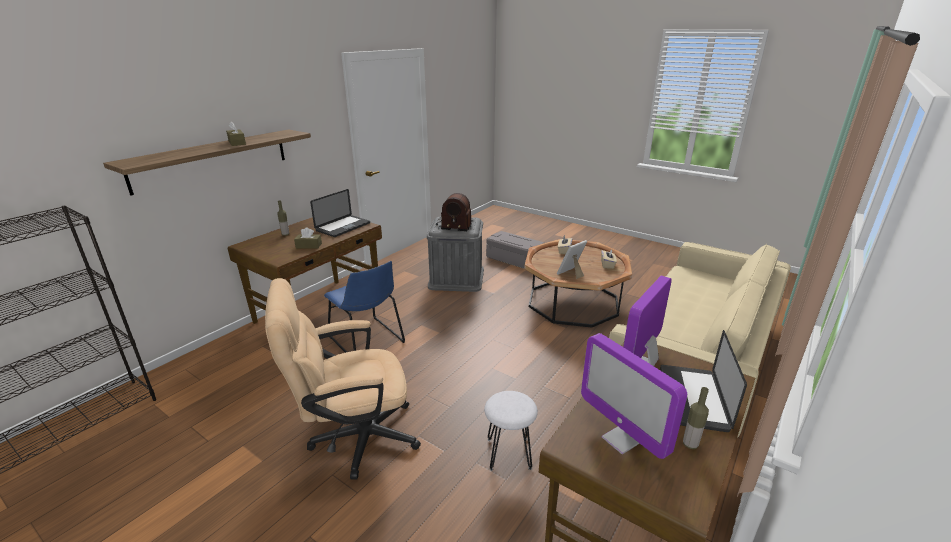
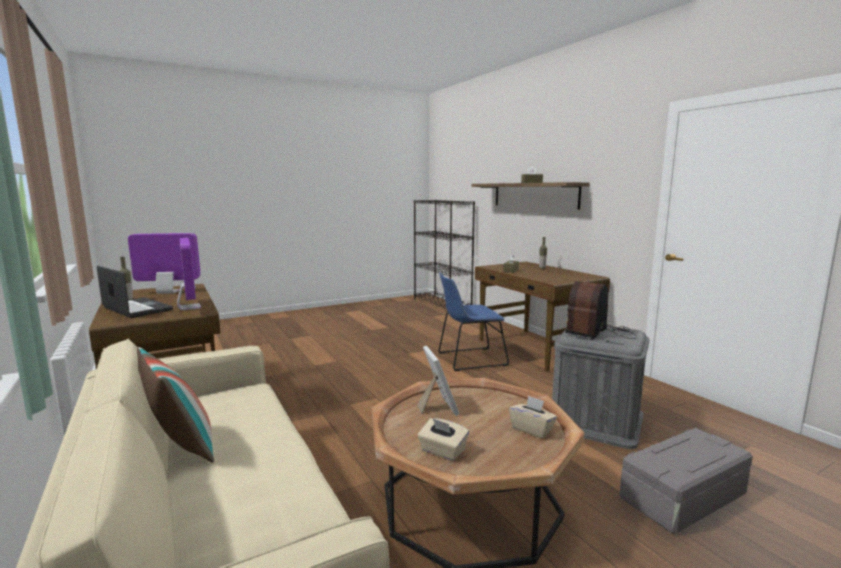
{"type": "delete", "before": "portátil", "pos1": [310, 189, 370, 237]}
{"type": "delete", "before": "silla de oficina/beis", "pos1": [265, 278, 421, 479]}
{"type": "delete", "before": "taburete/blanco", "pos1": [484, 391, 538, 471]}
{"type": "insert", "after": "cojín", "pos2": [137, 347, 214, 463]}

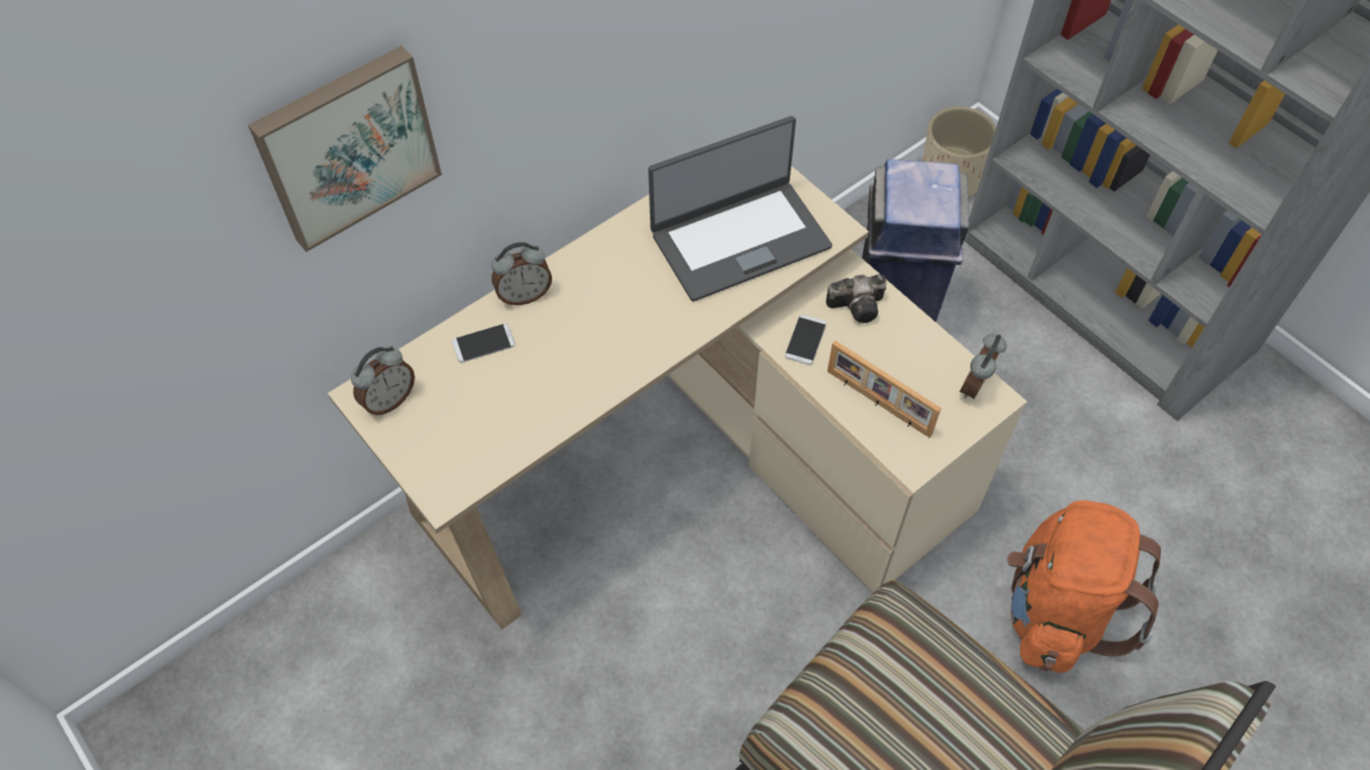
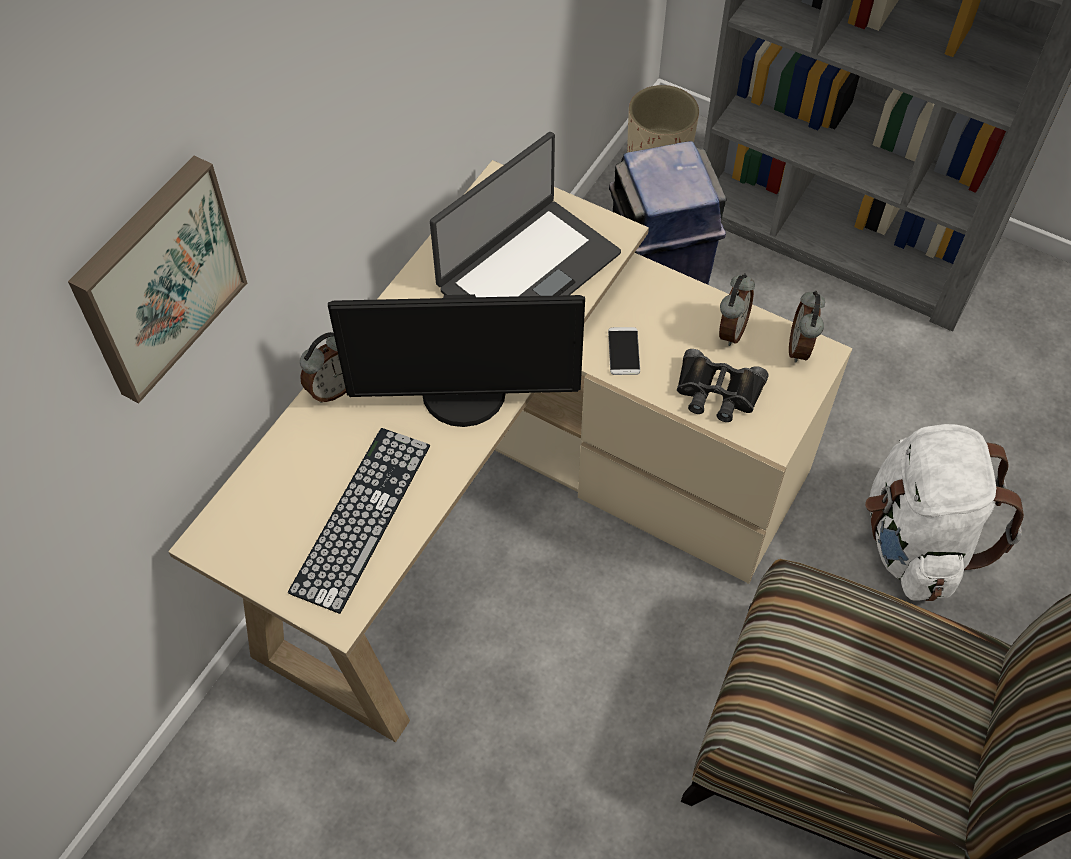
{"type": "delete", "before": "cámara", "pos1": [826, 274, 886, 323]}
{"type": "delete", "before": "móvil", "pos1": [452, 323, 515, 362]}
{"type": "replace", "before": "portarretratos", "after": "prismáticos/negro", "pos1": [827, 340, 941, 438], "pos2": [677, 349, 769, 422]}
{"type": "move", "before": "despertador", "pos1": [351, 346, 415, 415], "pos2": [719, 273, 755, 346]}
{"type": "recolor", "before": "mochila/naranja", "after": "mochila/blanco", "pos1": [1007, 500, 1161, 673], "pos2": [865, 424, 1024, 601]}
{"type": "insert", "after": "monitor", "pos2": [328, 294, 585, 427]}
{"type": "insert", "after": "teclado", "pos2": [288, 428, 430, 614]}

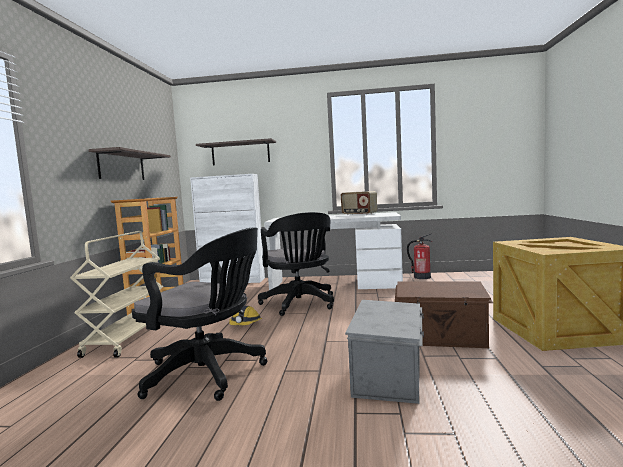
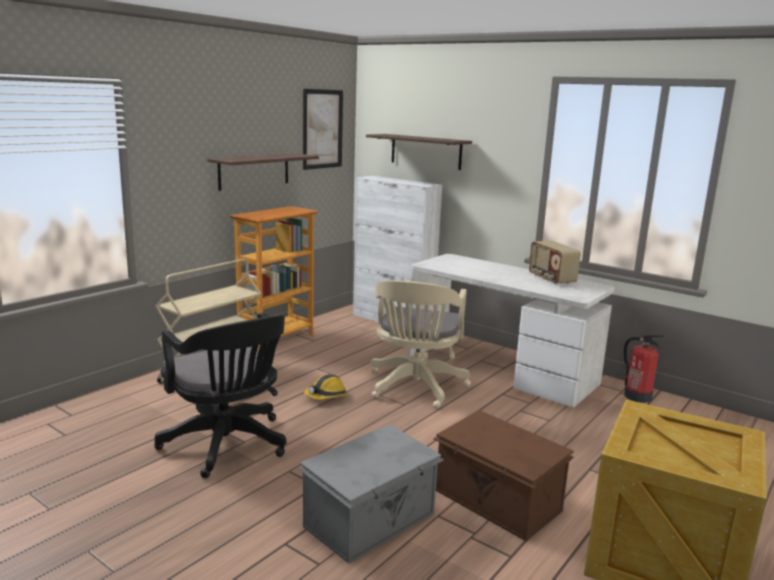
{"type": "recolor", "before": "silla de oficina/negro", "after": "silla de oficina/beis", "pos1": [258, 212, 334, 316], "pos2": [370, 280, 471, 409]}
{"type": "insert", "after": "cuadro", "pos2": [303, 89, 343, 170]}

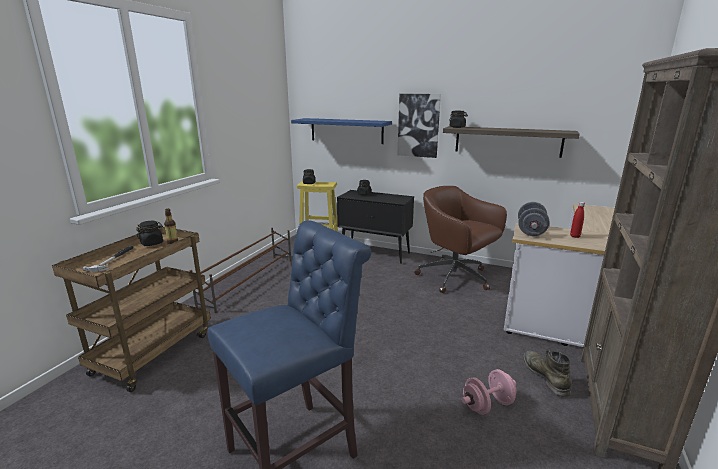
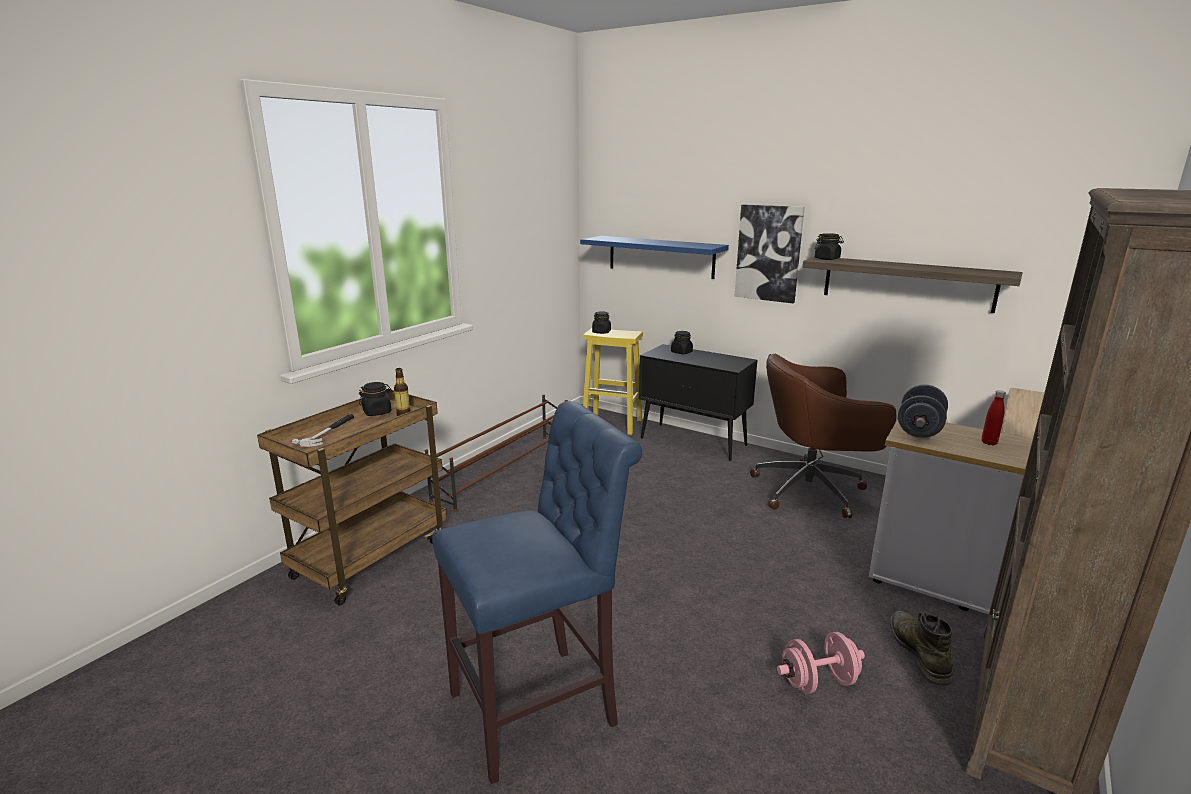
{"type": "rotate", "before": "silla de oficina/marrón", "pos1": [414, 186, 507, 293], "pos2": [750, 354, 896, 518], "turn": -60}

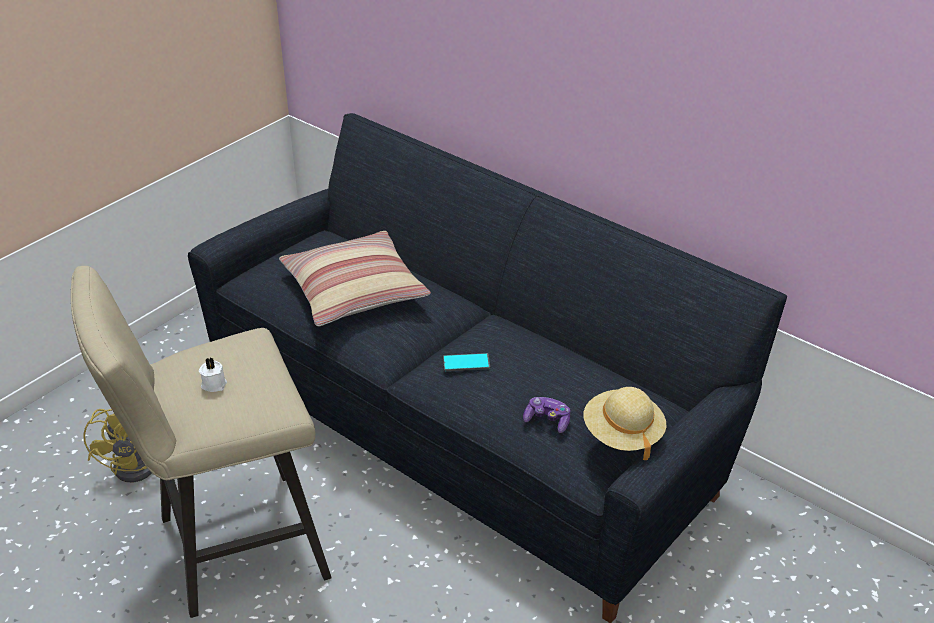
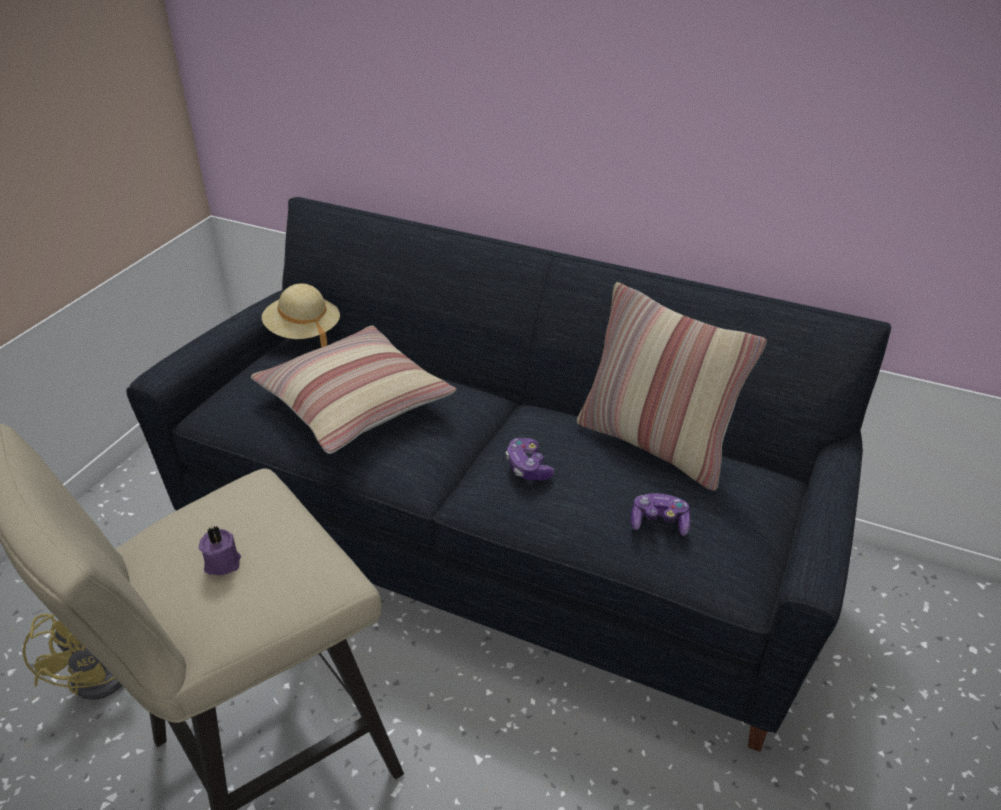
{"type": "replace", "before": "móvil", "after": "mando de consola", "pos1": [443, 353, 490, 371], "pos2": [506, 438, 554, 480]}
{"type": "recolor", "before": "vela/blanco", "after": "vela/morado", "pos1": [199, 357, 227, 392], "pos2": [199, 526, 241, 575]}
{"type": "move", "before": "sombrero/beis", "pos1": [583, 387, 667, 460], "pos2": [262, 283, 340, 348]}
{"type": "insert", "after": "cojín", "pos2": [577, 282, 767, 491]}

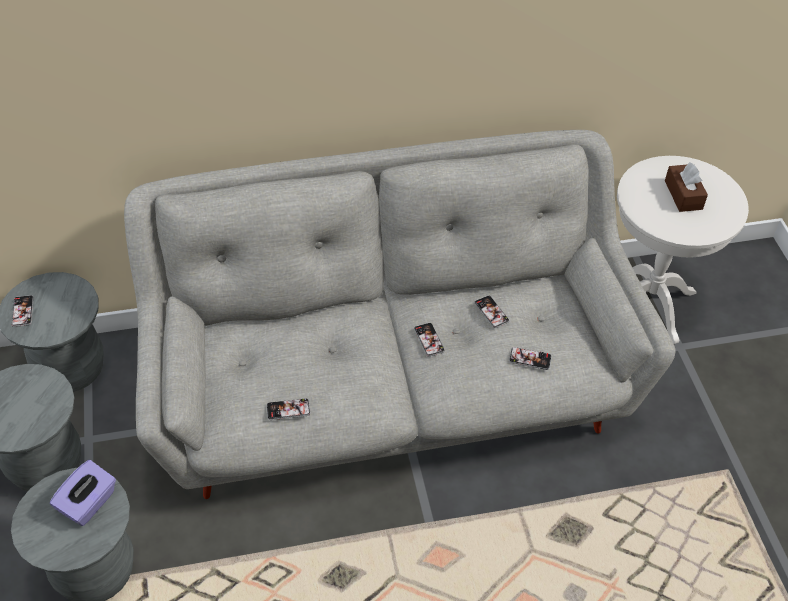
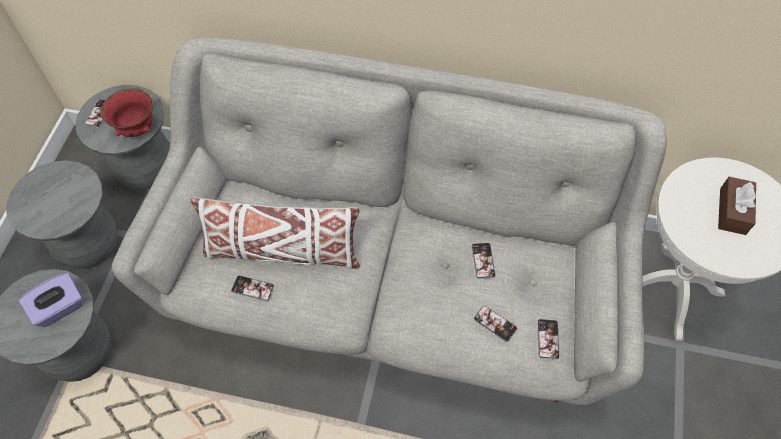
{"type": "move", "before": "móvil", "pos1": [414, 323, 445, 357], "pos2": [537, 319, 559, 360]}
{"type": "insert", "after": "cuenco/rojo", "pos2": [101, 88, 154, 137]}
{"type": "insert", "after": "cojín/blanco", "pos2": [191, 197, 360, 269]}

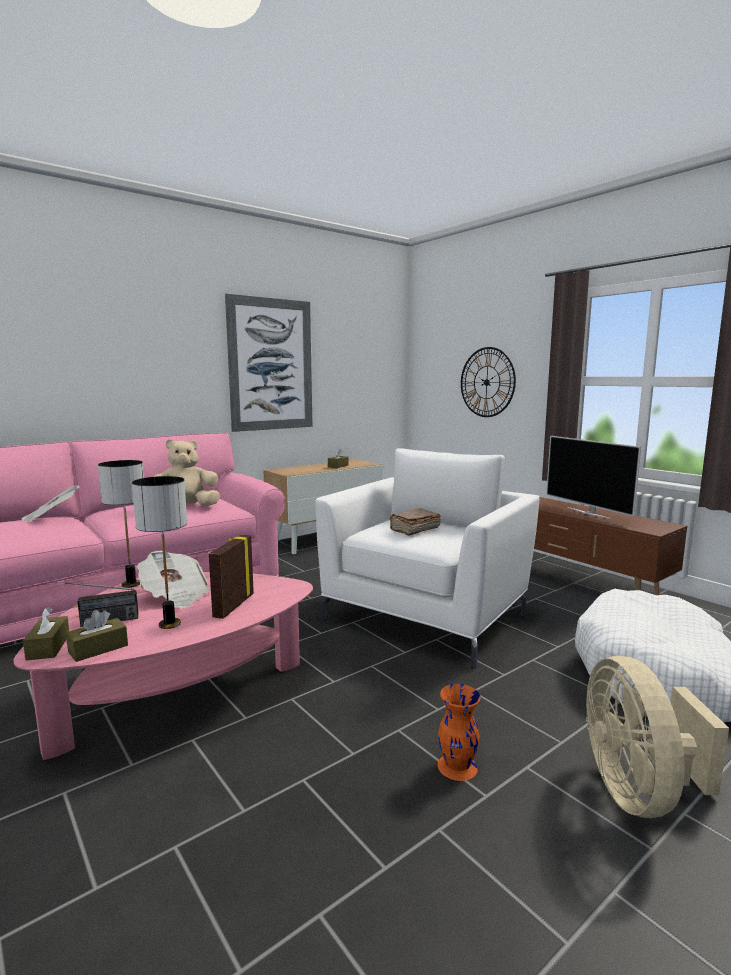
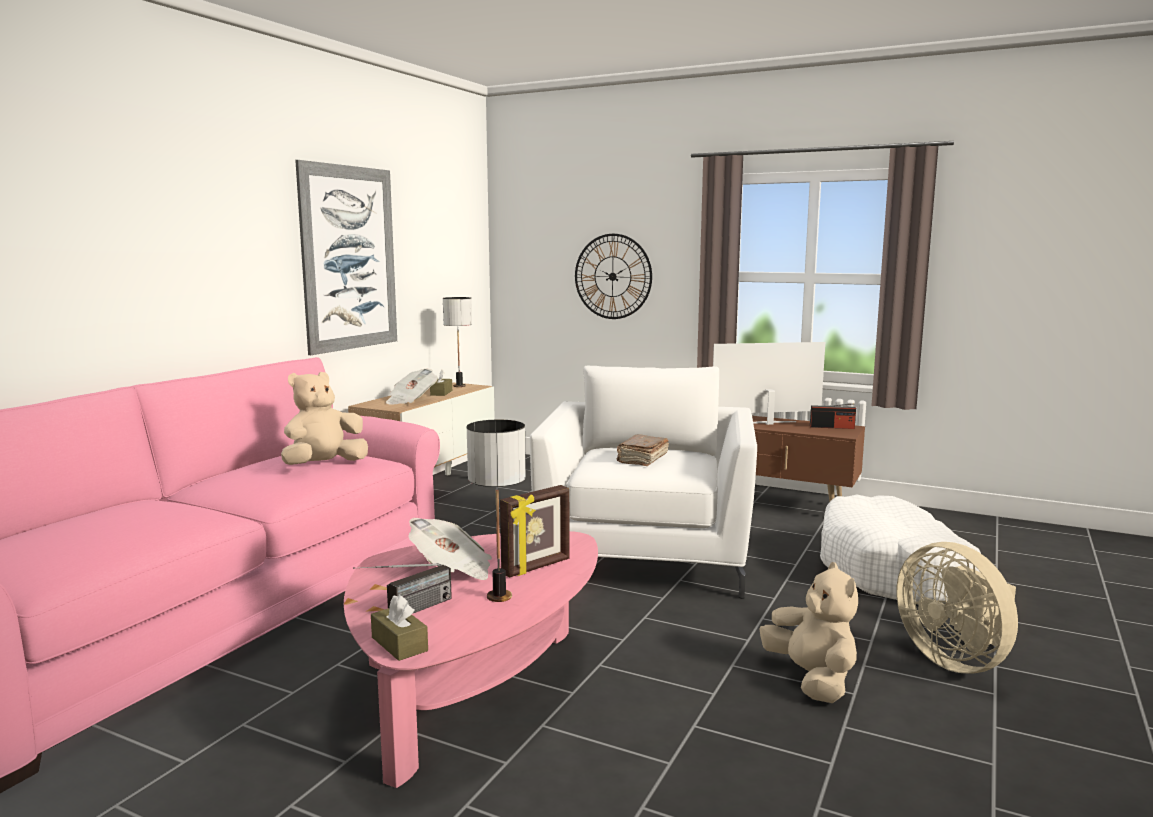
{"type": "rotate", "before": "televisor", "pos1": [546, 436, 641, 519], "pos2": [713, 342, 825, 425], "turn": 135}
{"type": "move", "before": "lámpara de mesa", "pos1": [98, 460, 144, 588], "pos2": [443, 297, 472, 387]}
{"type": "move", "before": "periódico", "pos1": [21, 485, 80, 522], "pos2": [386, 368, 438, 405]}
{"type": "rotate", "before": "portarretratos", "pos1": [209, 535, 254, 619], "pos2": [500, 485, 569, 577], "turn": -120}
{"type": "delete", "before": "caja de pañuelos/marrón", "pos1": [66, 610, 128, 662]}
{"type": "replace", "before": "florero/naranja", "after": "peluche/beis", "pos1": [438, 684, 481, 781], "pos2": [759, 562, 858, 703]}
{"type": "insert", "after": "radio", "pos2": [810, 403, 856, 429]}

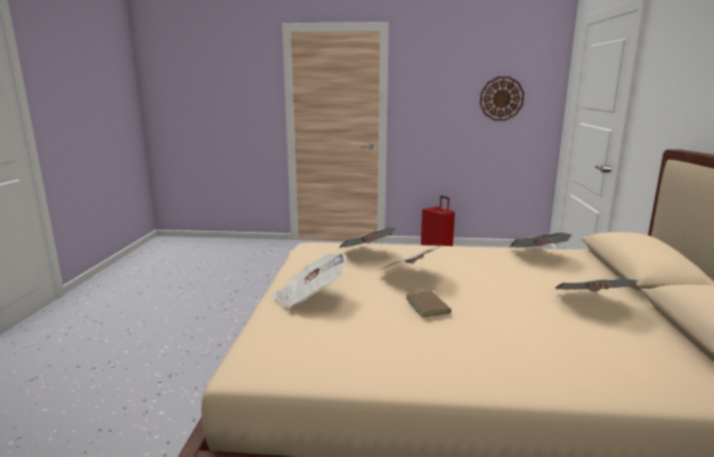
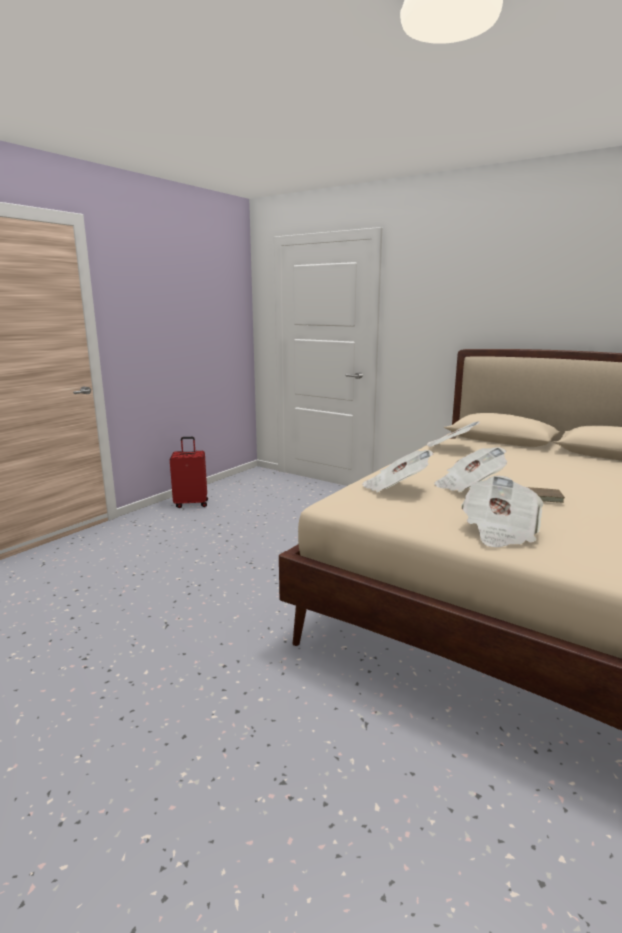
{"type": "delete", "before": "reloj de pared", "pos1": [480, 77, 524, 121]}
{"type": "delete", "before": "periódico", "pos1": [554, 279, 638, 292]}

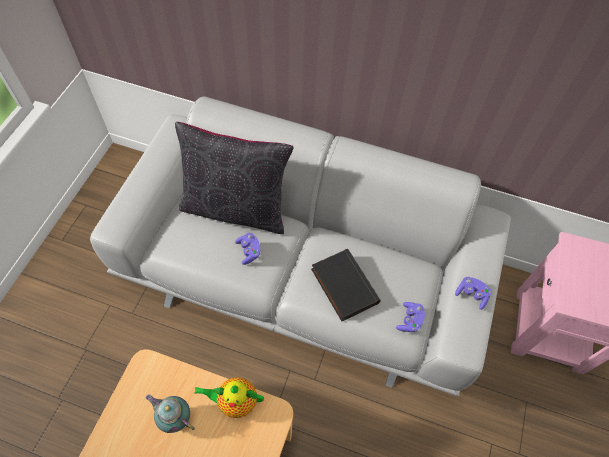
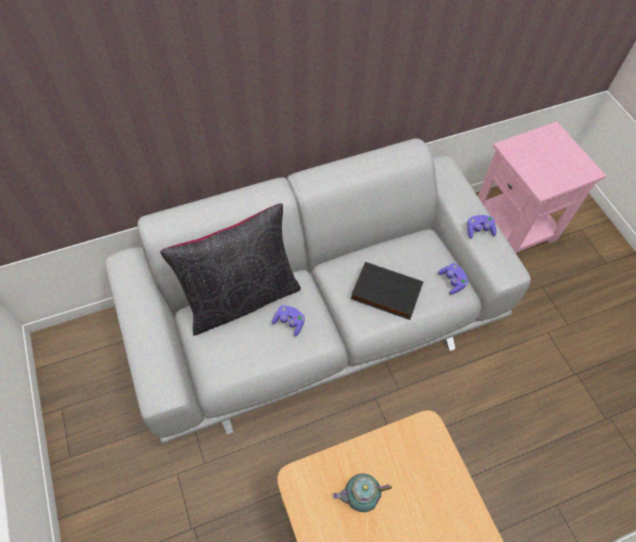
{"type": "delete", "before": "tetera", "pos1": [195, 377, 264, 418]}

